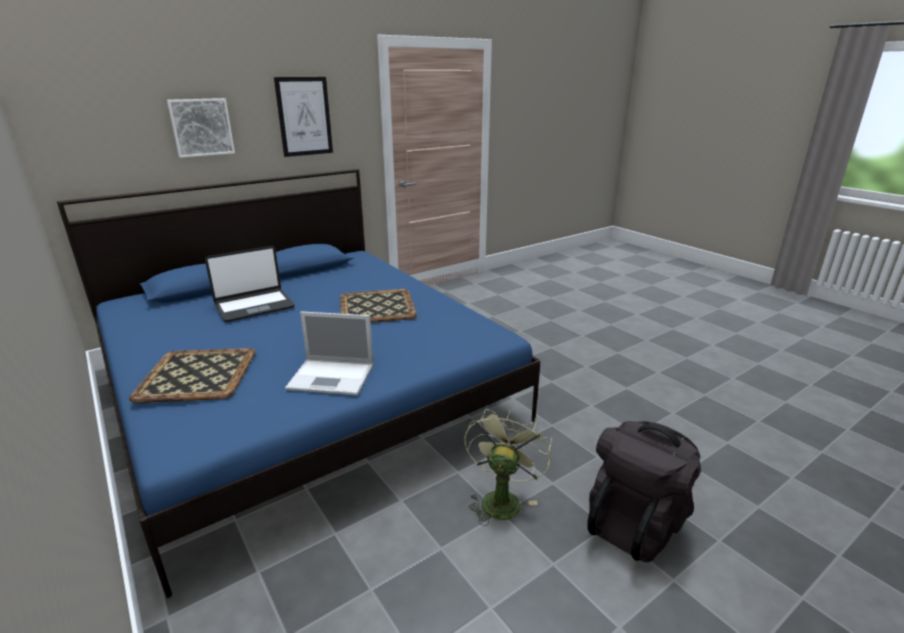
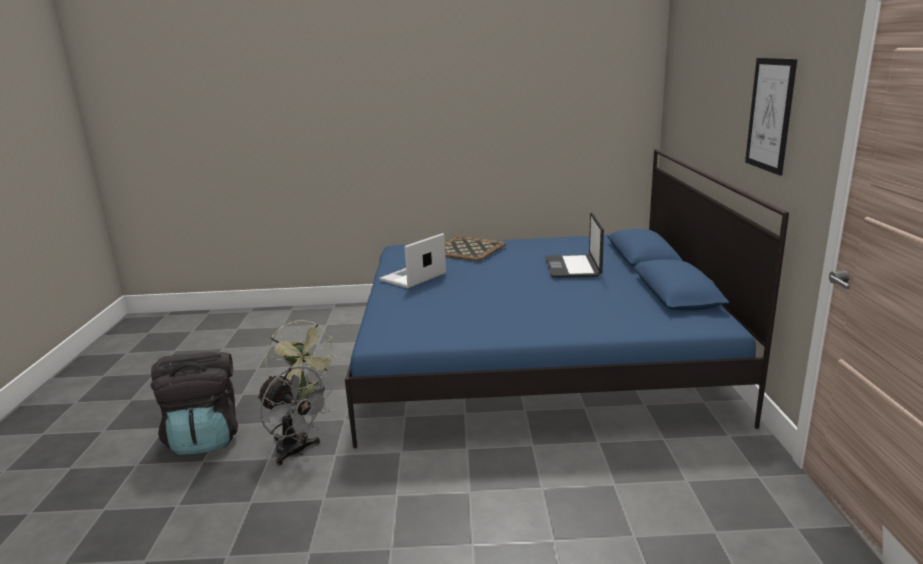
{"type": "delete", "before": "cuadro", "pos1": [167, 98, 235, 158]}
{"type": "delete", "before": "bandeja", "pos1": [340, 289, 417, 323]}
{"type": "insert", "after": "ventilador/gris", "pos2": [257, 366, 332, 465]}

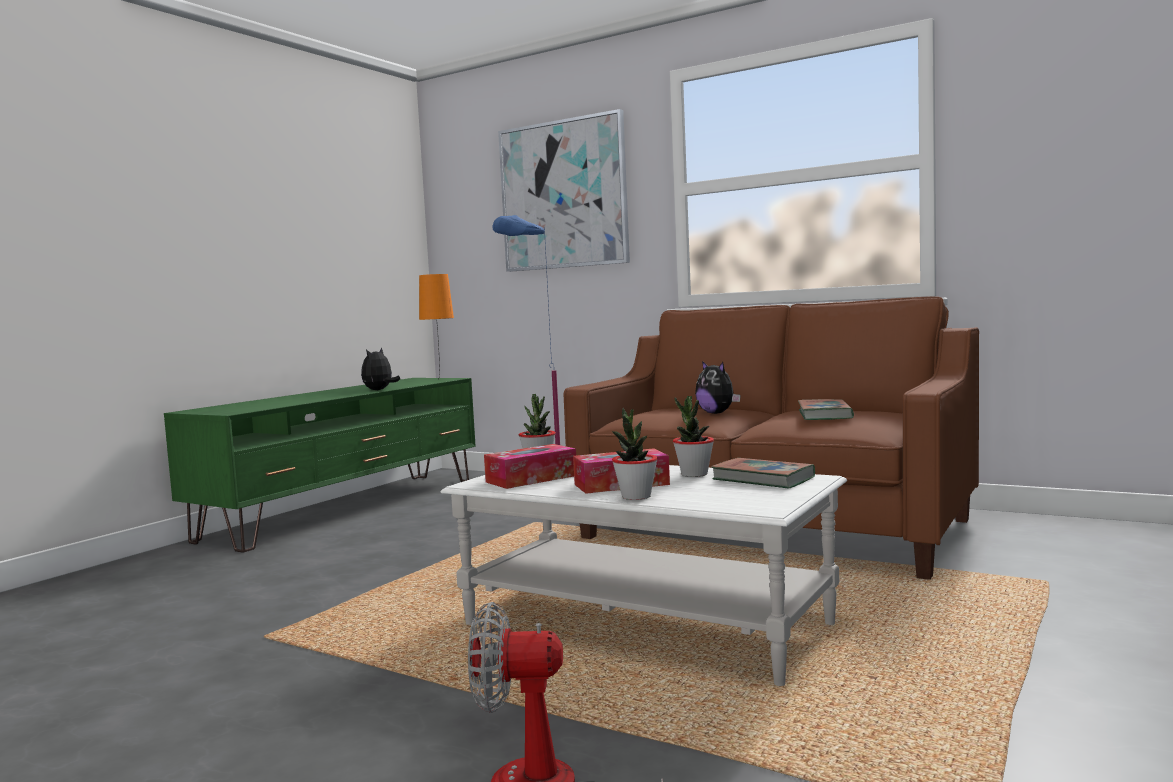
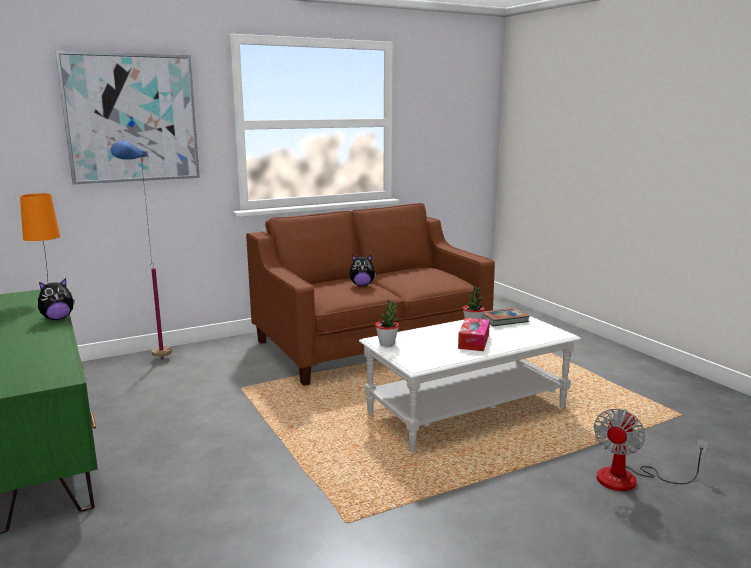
{"type": "rotate", "before": "peluche", "pos1": [361, 348, 400, 390], "pos2": [38, 278, 75, 320], "turn": -90}
{"type": "delete", "before": "libro", "pos1": [798, 399, 854, 420]}
{"type": "delete", "before": "planta en maceta", "pos1": [612, 408, 658, 500]}
{"type": "delete", "before": "caja de pañuelos", "pos1": [484, 444, 576, 489]}

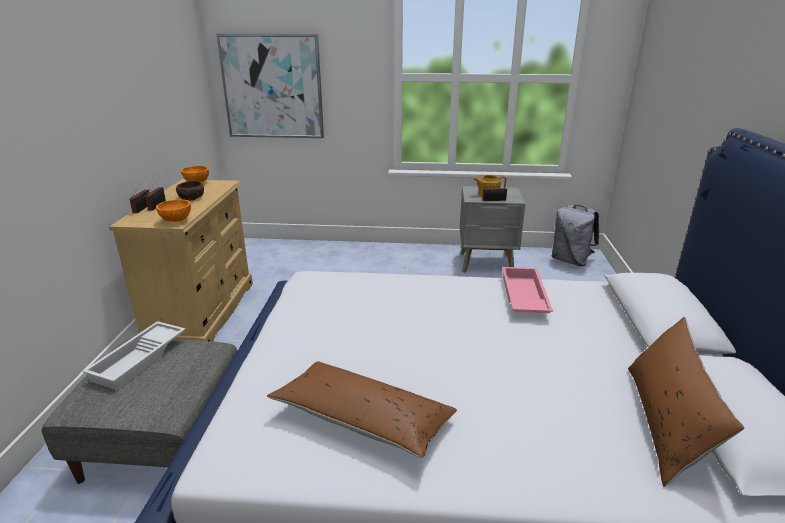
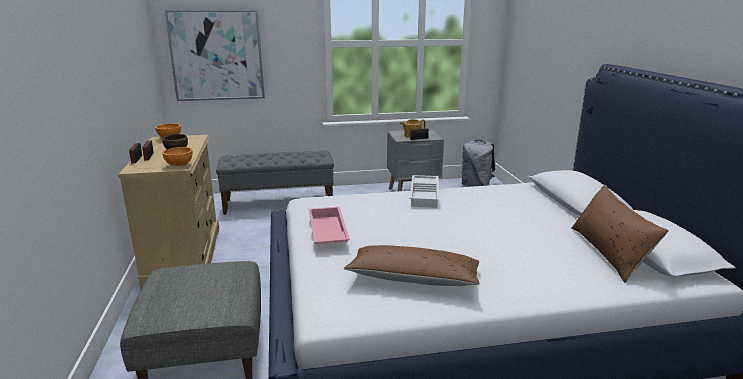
{"type": "move", "before": "bandeja/rosa", "pos1": [502, 267, 553, 313], "pos2": [309, 207, 350, 245]}
{"type": "move", "before": "bandeja/blanco", "pos1": [83, 321, 186, 390], "pos2": [410, 175, 439, 208]}
{"type": "insert", "after": "banco/gris", "pos2": [216, 150, 334, 215]}

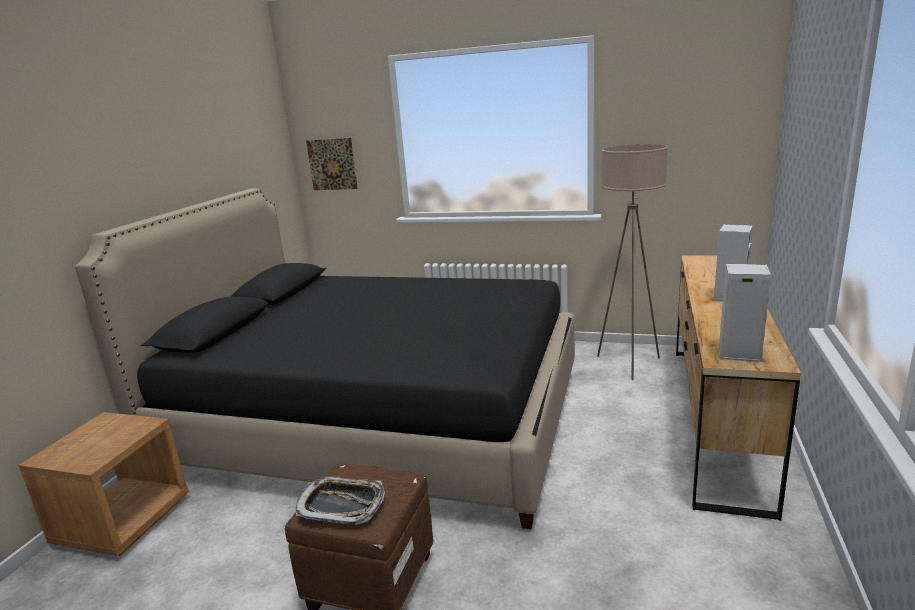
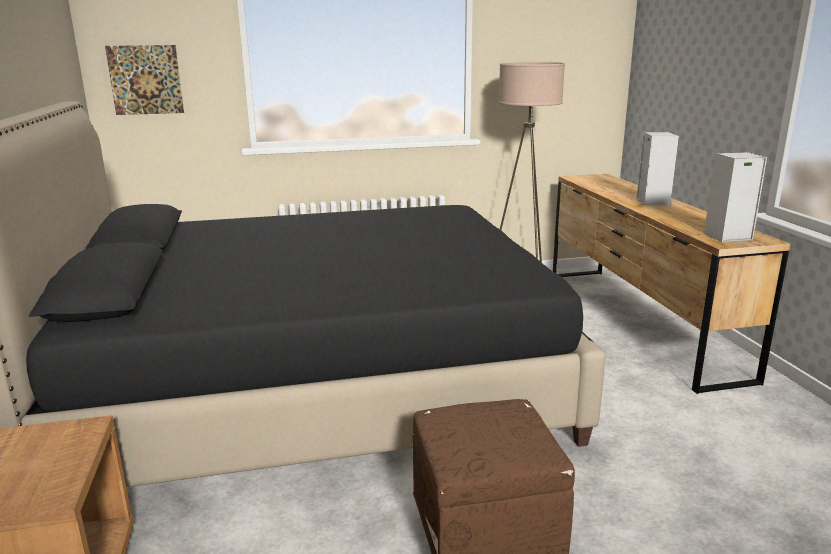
{"type": "delete", "before": "bandeja", "pos1": [296, 476, 385, 525]}

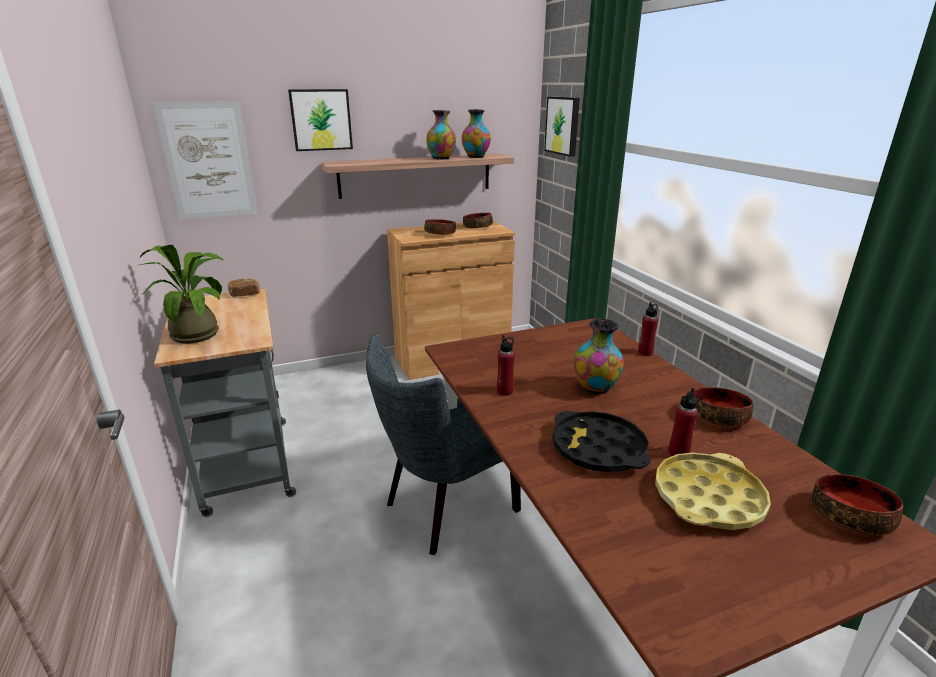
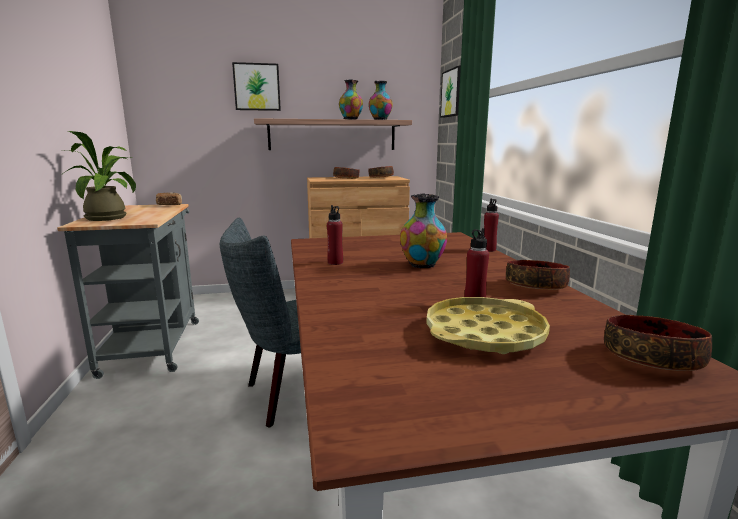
{"type": "delete", "before": "cuadro", "pos1": [153, 101, 258, 220]}
{"type": "delete", "before": "bandeja/negro", "pos1": [552, 411, 651, 472]}

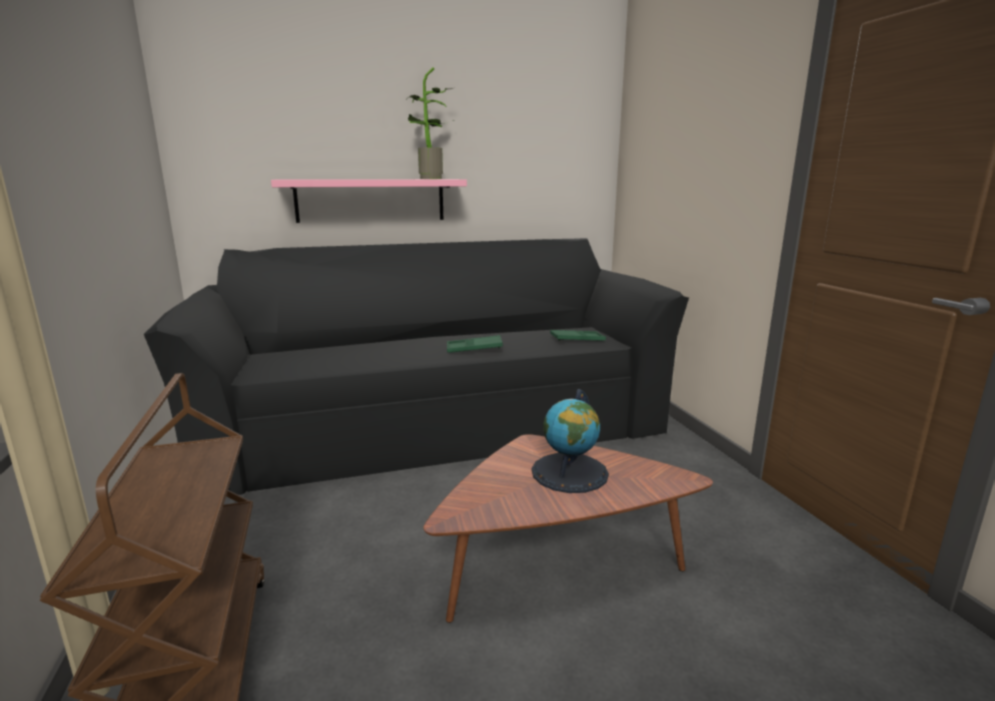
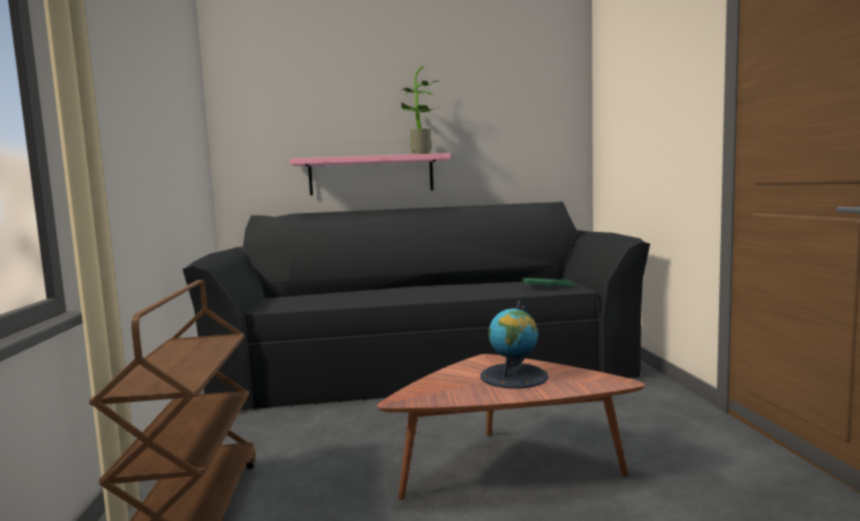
{"type": "delete", "before": "bandeja/verde", "pos1": [447, 335, 503, 352]}

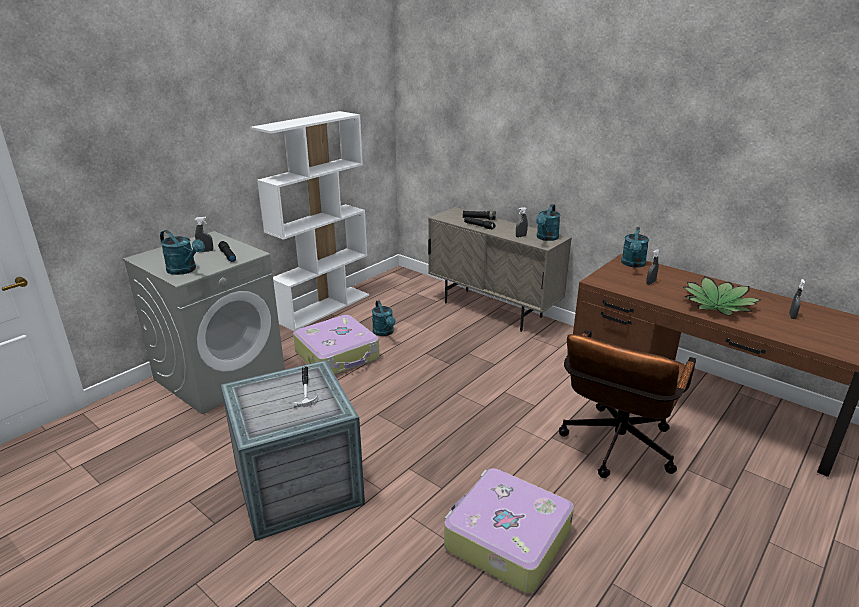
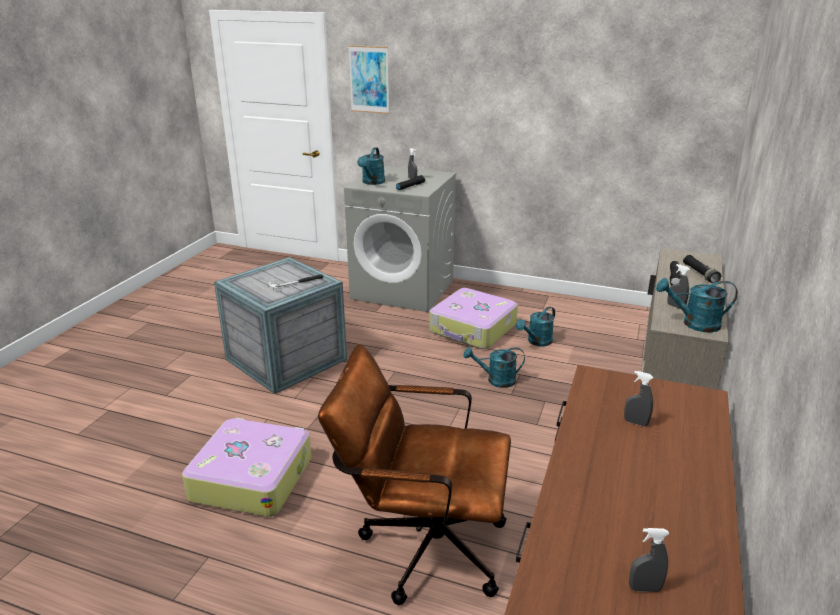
{"type": "delete", "before": "estantería/blanco", "pos1": [250, 111, 369, 331]}
{"type": "move", "before": "regadera/turquesa", "pos1": [621, 227, 649, 268], "pos2": [463, 347, 525, 388]}
{"type": "delete", "before": "planta en maceta", "pos1": [683, 276, 761, 316]}
{"type": "insert", "after": "cuadro", "pos2": [348, 45, 389, 114]}

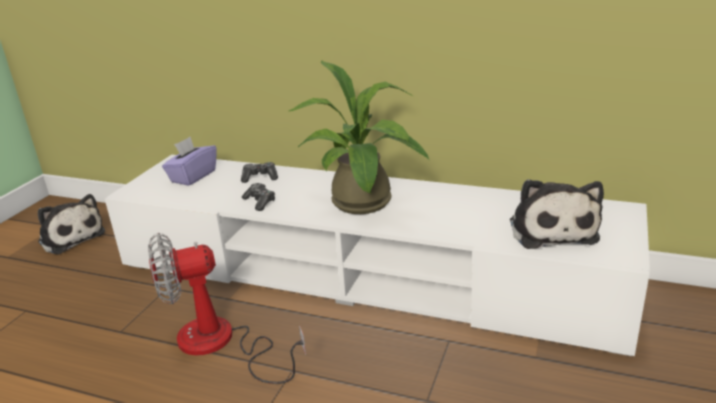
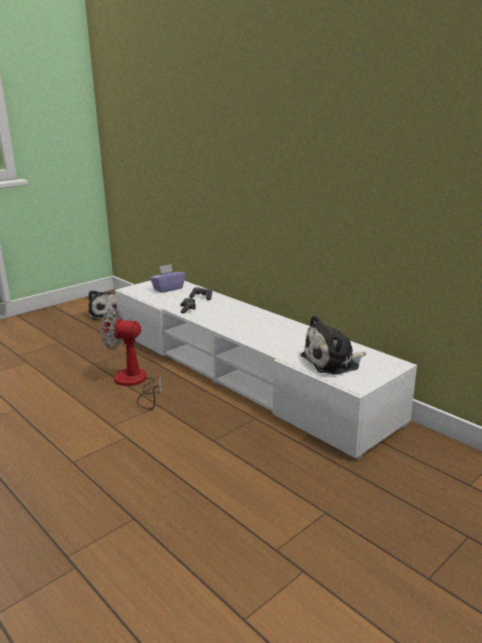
{"type": "delete", "before": "planta en maceta", "pos1": [289, 61, 429, 214]}
{"type": "rotate", "before": "peluche", "pos1": [510, 179, 604, 249], "pos2": [300, 315, 366, 375], "turn": 45}

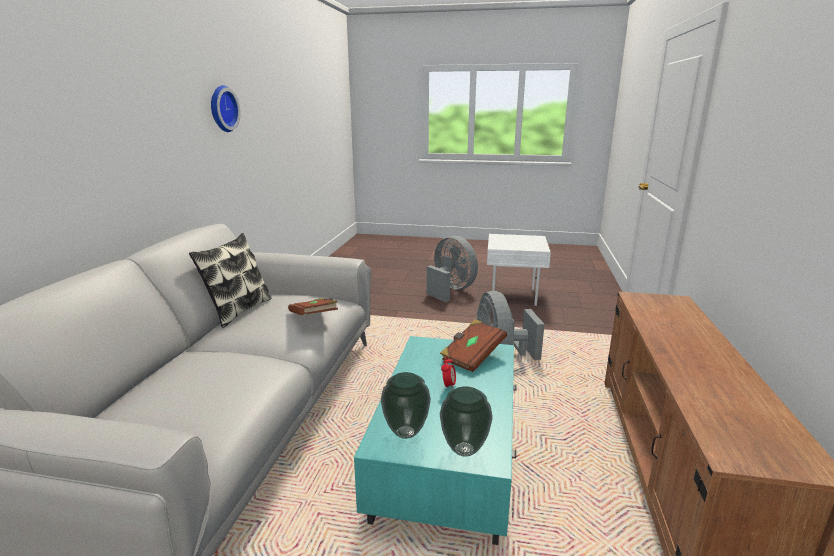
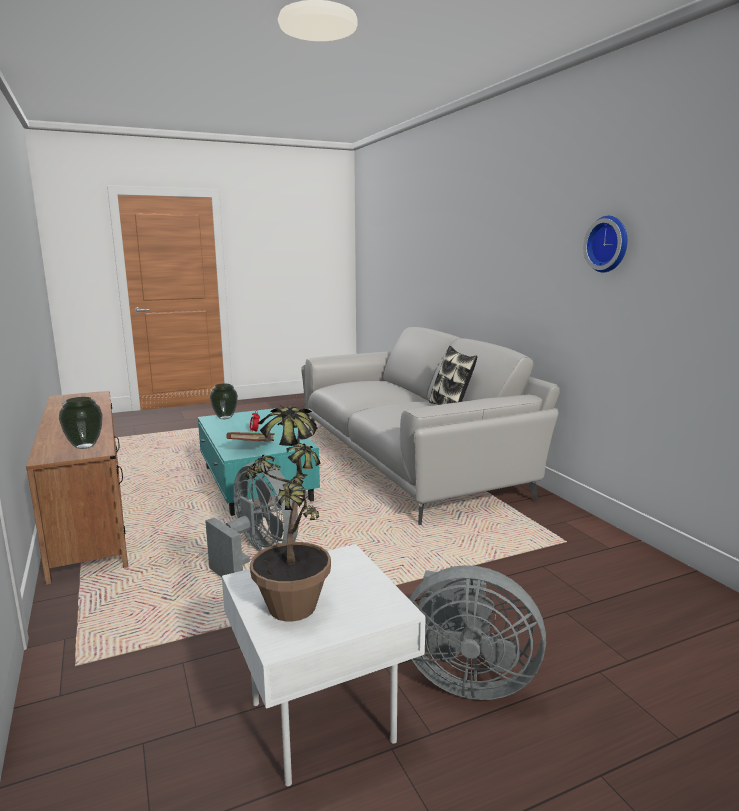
{"type": "delete", "before": "libro/marrón", "pos1": [288, 298, 338, 315]}
{"type": "move", "before": "florero", "pos1": [381, 372, 431, 439], "pos2": [59, 397, 103, 449]}
{"type": "insert", "after": "planta en maceta", "pos2": [245, 394, 331, 622]}

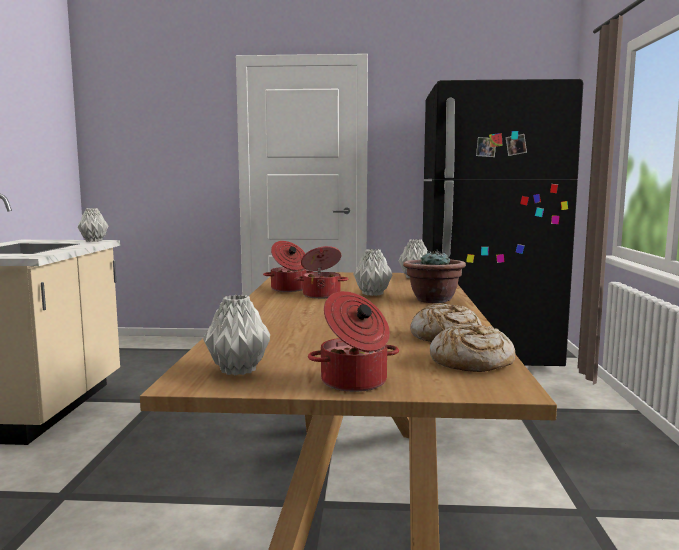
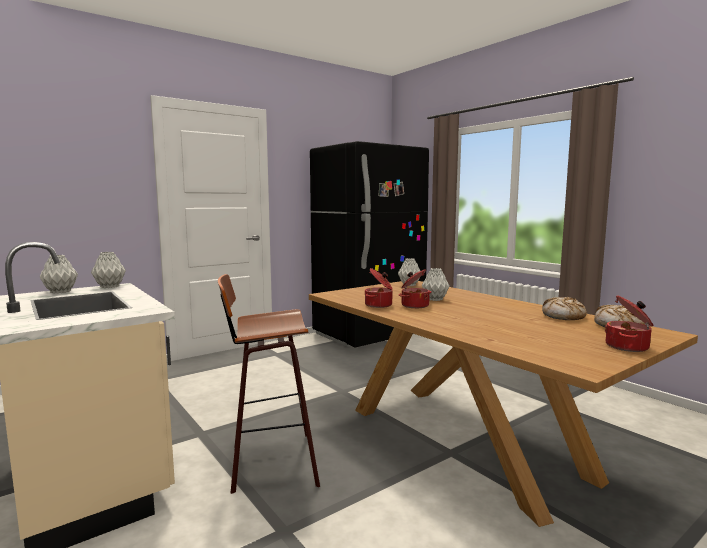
{"type": "delete", "before": "planta en maceta", "pos1": [403, 250, 466, 303]}
{"type": "move", "before": "florero/gris", "pos1": [203, 295, 270, 375], "pos2": [40, 255, 78, 294]}
{"type": "insert", "after": "taburete", "pos2": [218, 274, 320, 494]}

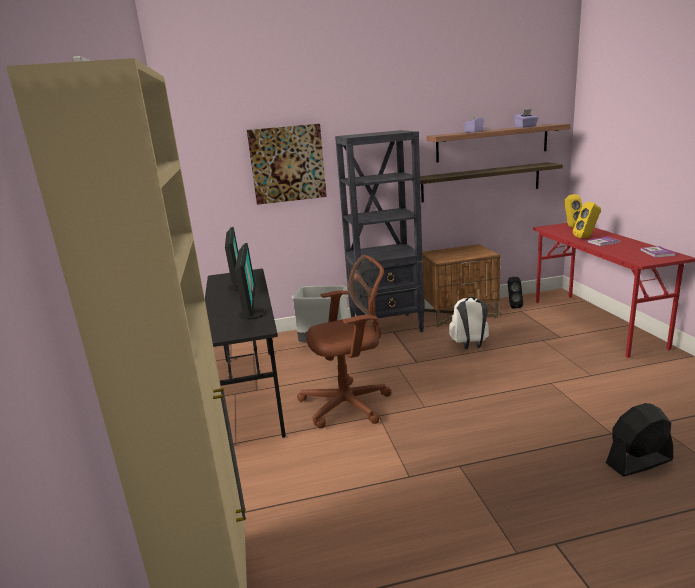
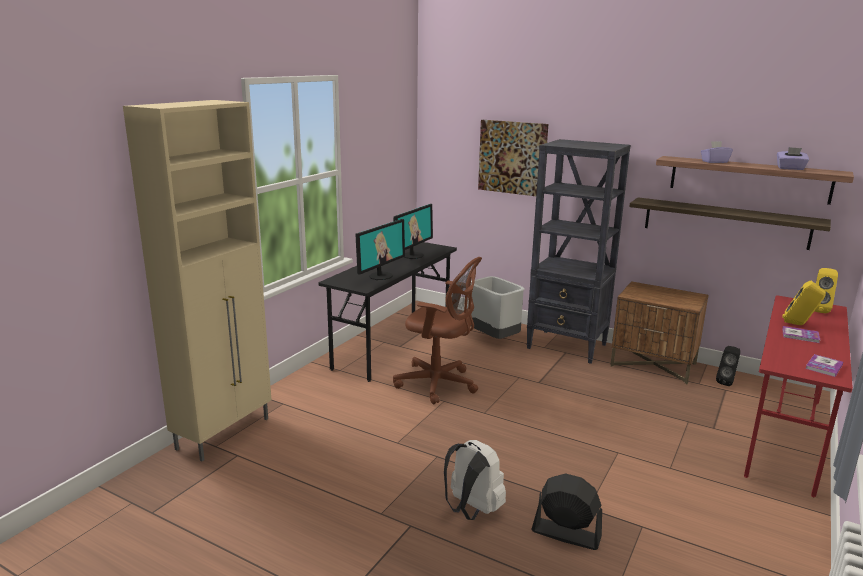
{"type": "move", "before": "mochila/blanco", "pos1": [449, 297, 489, 349], "pos2": [444, 440, 506, 520]}

